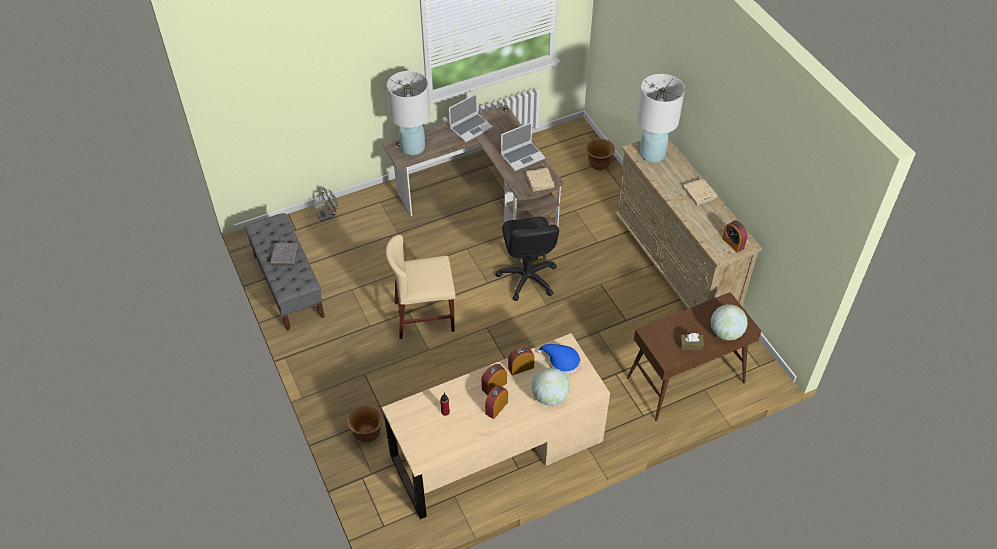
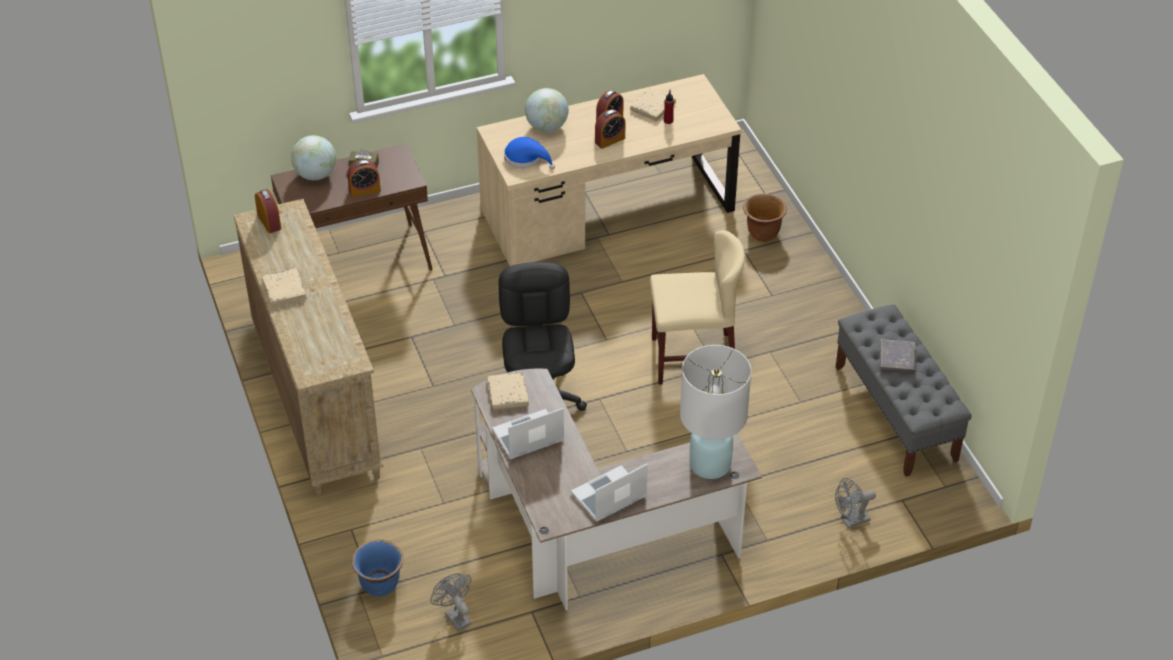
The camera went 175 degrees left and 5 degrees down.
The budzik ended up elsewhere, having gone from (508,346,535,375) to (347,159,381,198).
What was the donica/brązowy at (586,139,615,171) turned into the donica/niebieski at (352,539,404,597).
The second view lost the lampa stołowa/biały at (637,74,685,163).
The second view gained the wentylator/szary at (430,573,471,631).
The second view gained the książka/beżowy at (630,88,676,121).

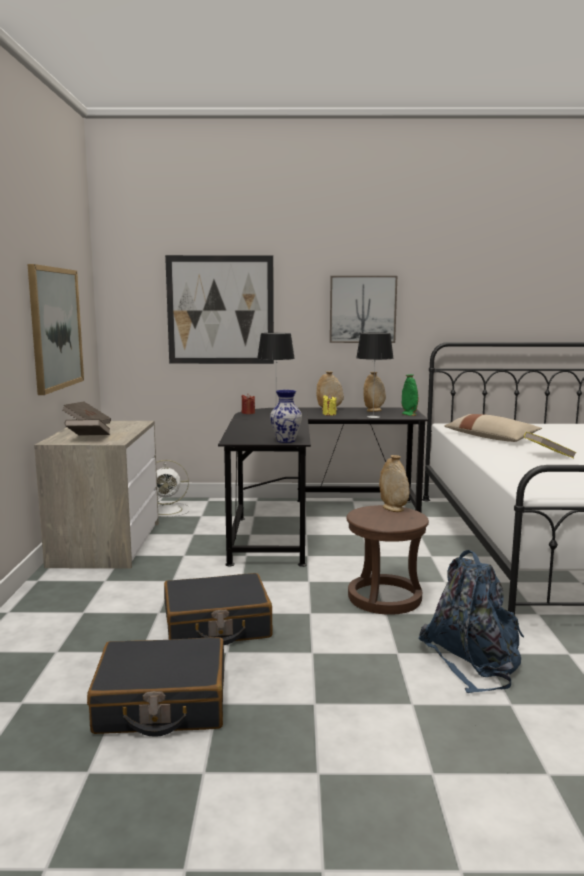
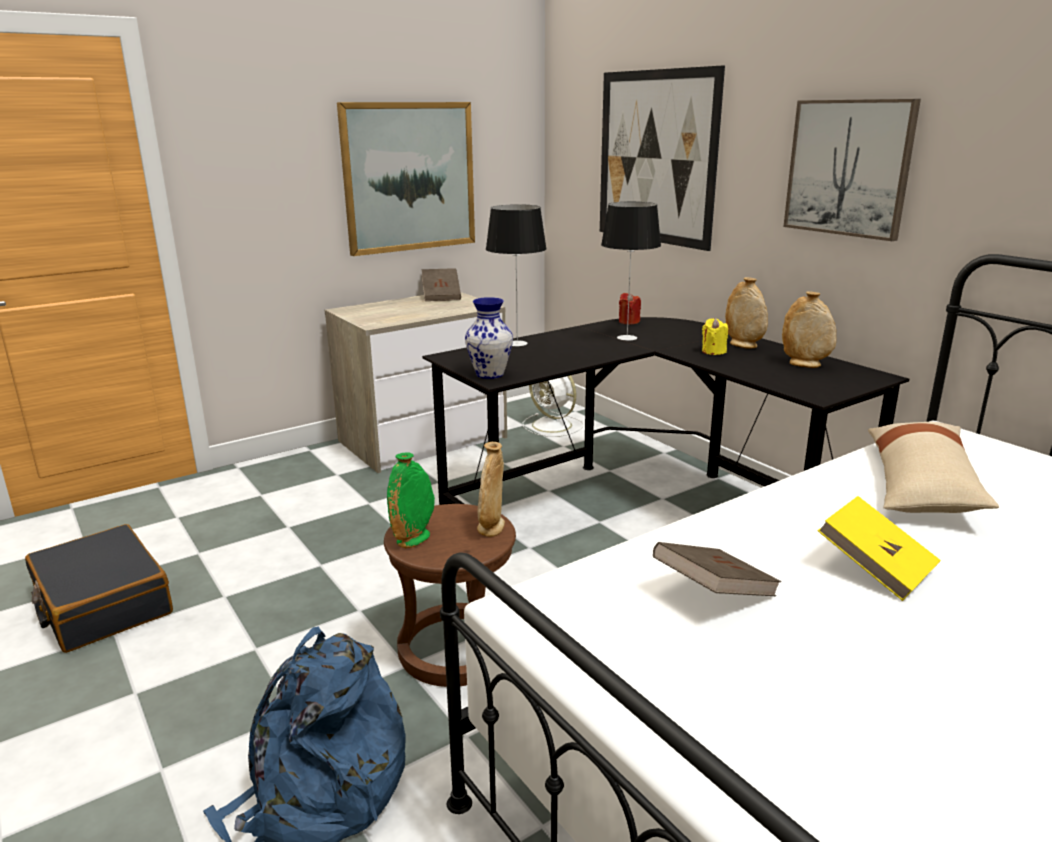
The camera went 55 degrees right and 10 degrees up.
The książka/brązowy ended up elsewhere, having gone from (65,419,110,436) to (653,542,781,596).
The second view lost the walizka/czarny at (164,573,273,645).
The lampa stołowa ended up elsewhere, having gone from (356,333,393,418) to (486,204,547,346).
The wazon/zielony ended up elsewhere, having gone from (402,374,418,416) to (387,452,435,548).

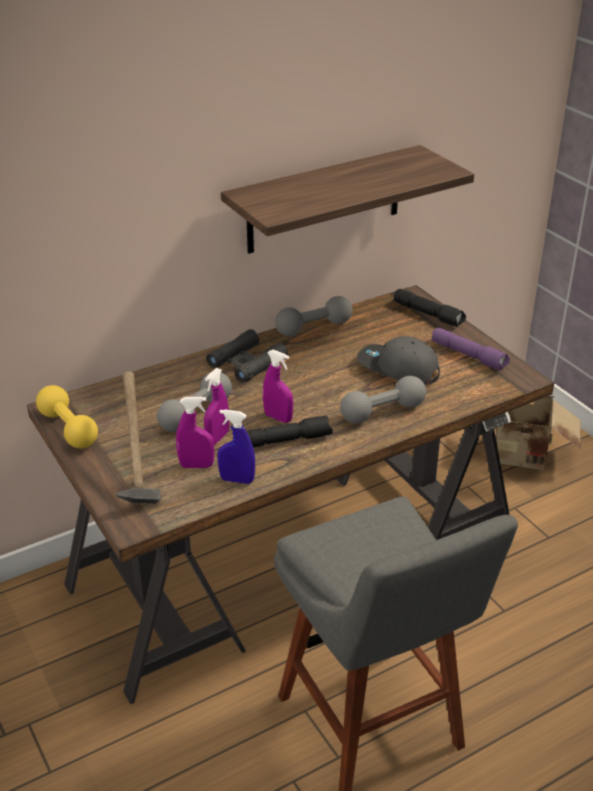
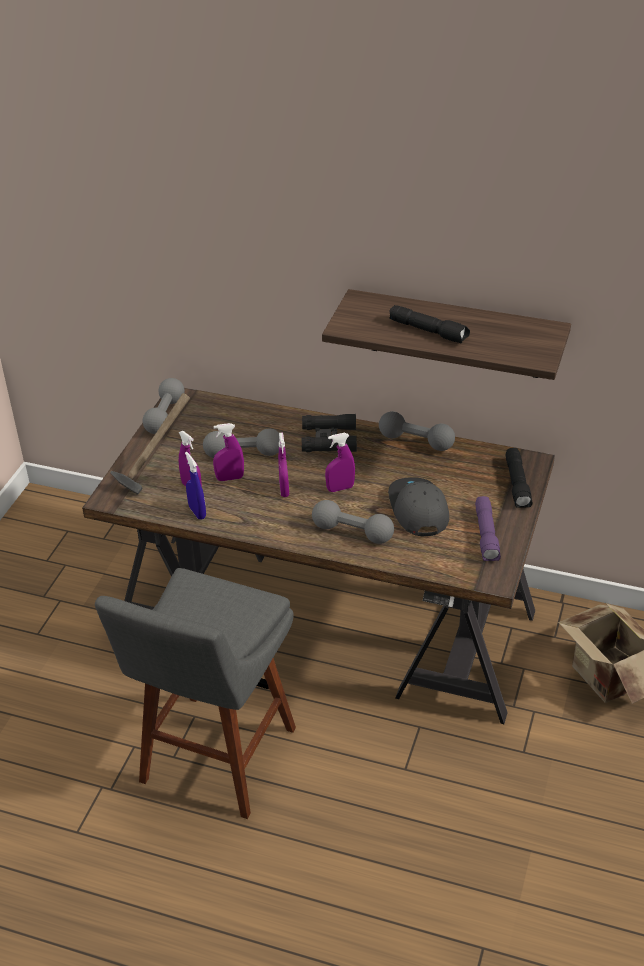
The camera went 50 degrees right and 5 degrees up.
What was the hantel/żółty at (36,385,98,449) turned into the hantel/szary at (143,378,185,434).
The latarka/czarny ended up elsewhere, having gone from (246,416,333,448) to (389,305,470,343).
The second view gained the spryskiwacz/fioletowy at (325,433,355,492).

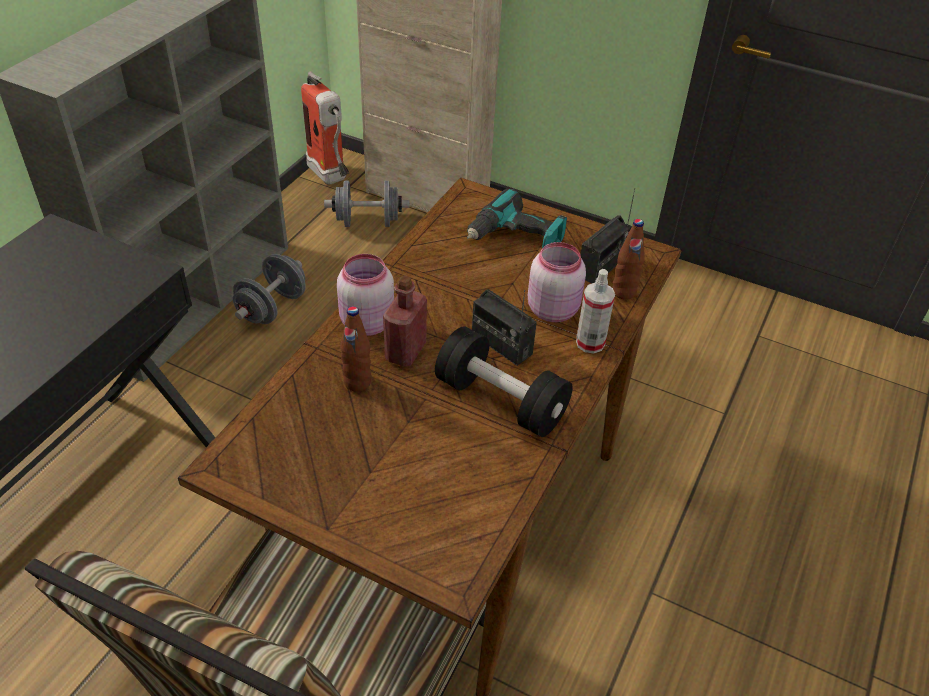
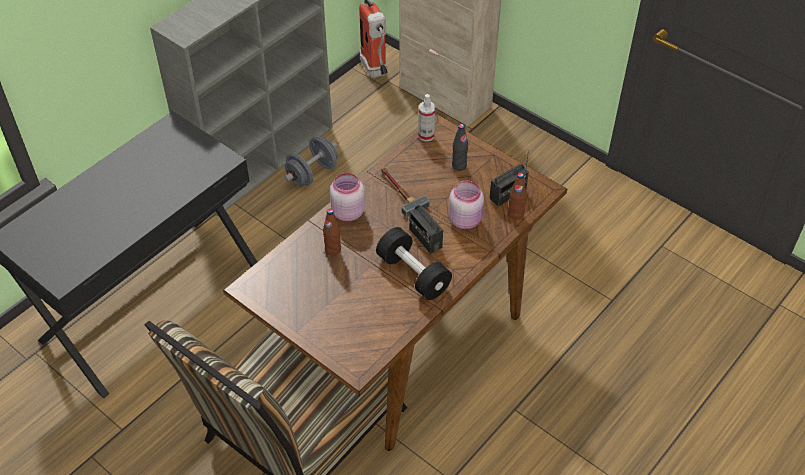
The camera went 15 degrees right and 5 degrees up.
The second view lost the hantel/szary at (324,181,410,227).
The second view lost the butelka/czerwony at (383,276,427,366).
Where the wiertarka stood at (467,189,567,248), the butelka/czarny came to stand at (452,124,468,171).
The spryskiwacz ended up elsewhere, having gone from (576,269,615,354) to (418,94,435,141).
The second view gained the młotek at (381,167,430,218).

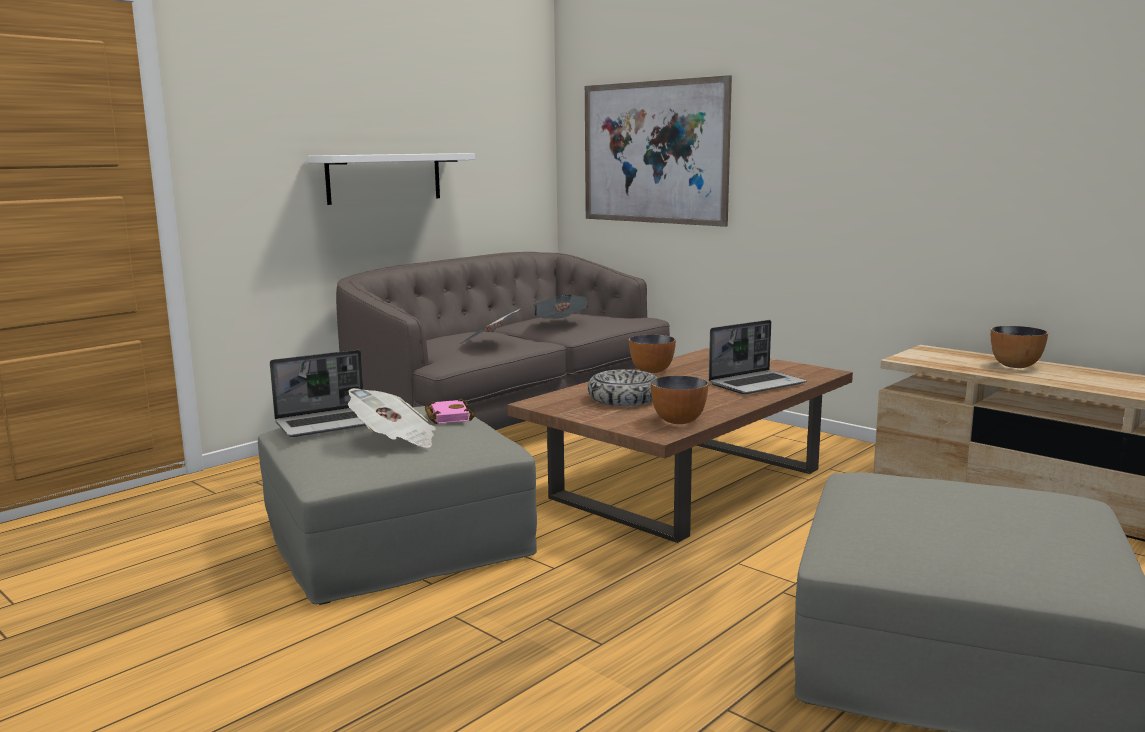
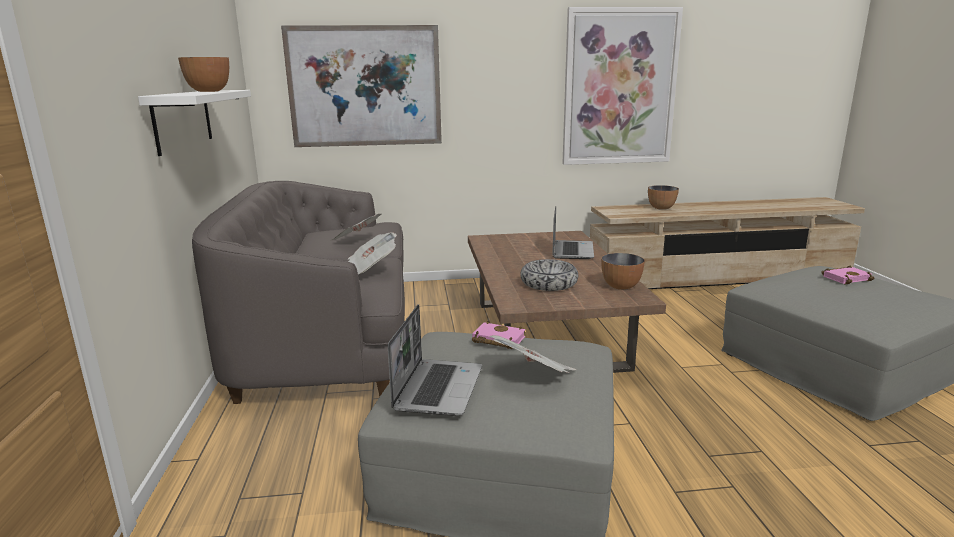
The camera went 50 degrees left and 5 degrees up.
The miska ended up elsewhere, having gone from (629,335,676,373) to (178,57,229,92).
The second view gained the obraz at (563,7,683,165).
The second view gained the książka/różowy at (821,266,875,284).

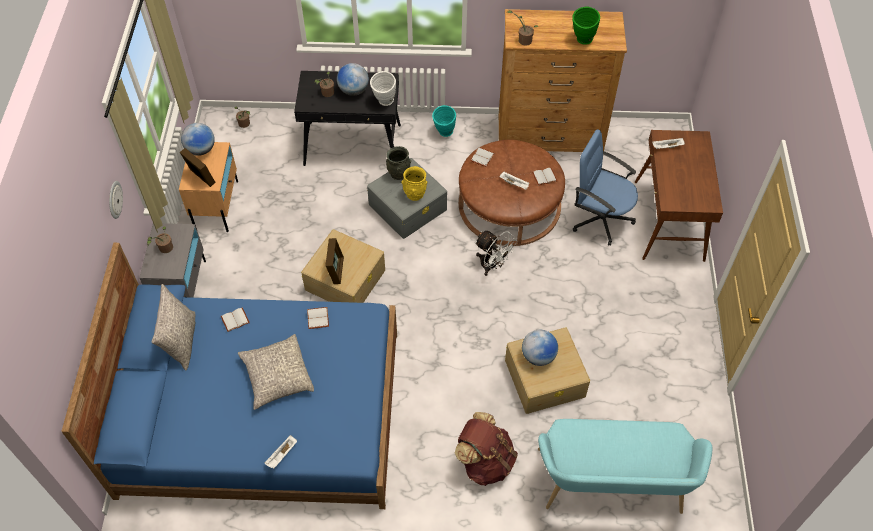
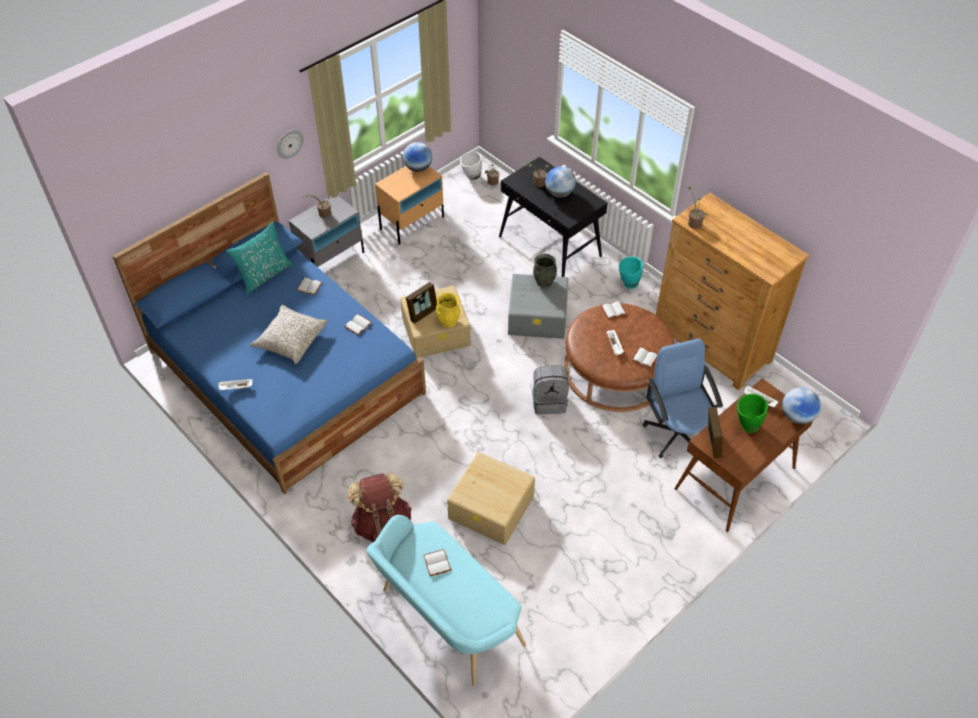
The camera went 45 degrees right and 5 degrees down.
What was the poduszka/szary at (152,284,195,371) turned into the poduszka/turkusowy at (226,221,292,294).
The ramka na zdjęcie ended up elsewhere, having gone from (180,148,216,187) to (708,407,723,458).
The wazon/biały ended up elsewhere, having gone from (370,71,396,106) to (460,151,482,182).
The wazon/żółty ended up elsewhere, having gone from (401,166,427,201) to (436,293,460,328).
Where the wentylator/biały stood at (475,231,517,276), the plecak/szary came to stand at (532,365,569,414).
The globus ended up elsewhere, having gone from (522,330,558,366) to (782,387,821,424).
The wazon/zielony ended up elsewhere, having gone from (572,6,600,45) to (737,394,768,433).
The second view gained the książka/biały at (423,549,451,577).

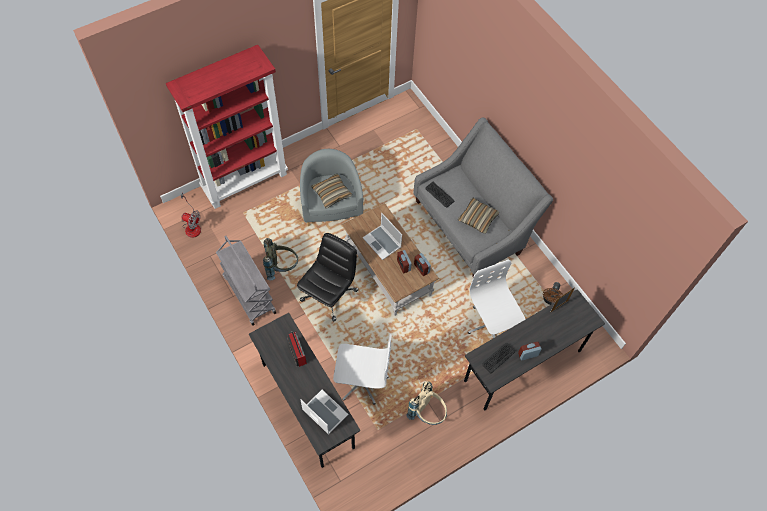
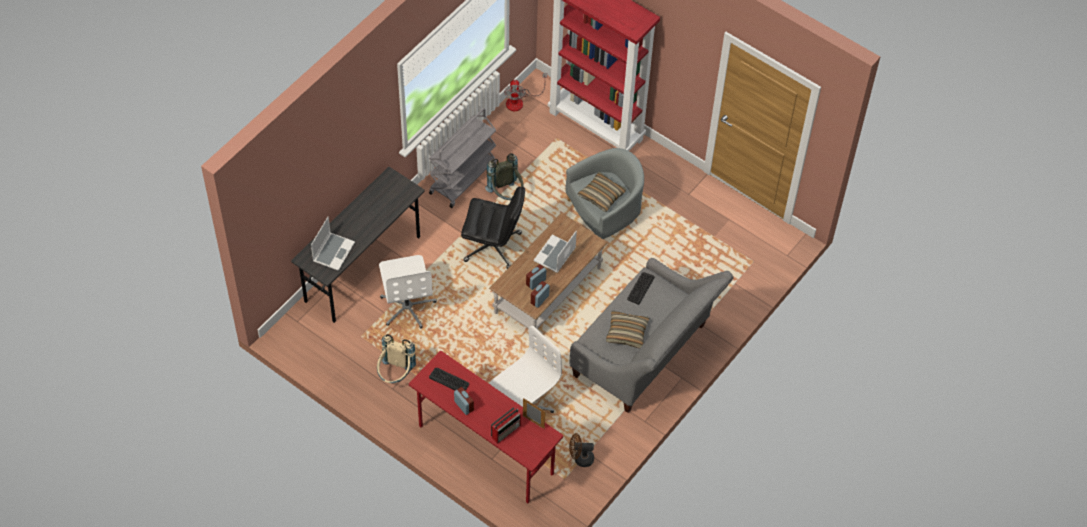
The camera went 70 degrees right and 5 degrees down.
The radio ended up elsewhere, having gone from (287,331,307,367) to (491,408,521,444).
What was the biurko/szary at (464,289,605,410) turned into the biurko/czerwony at (409,351,563,503).

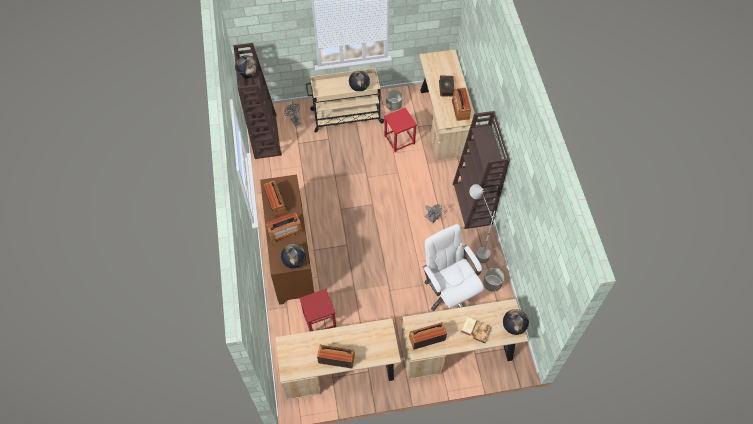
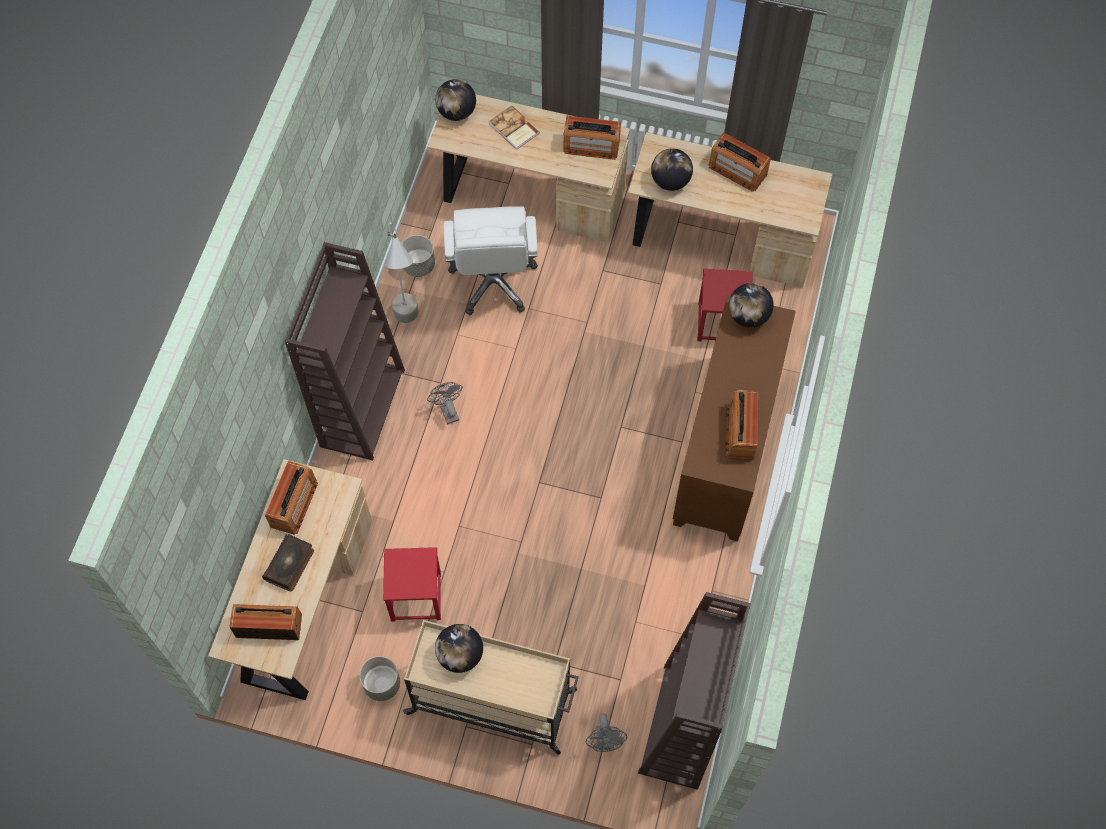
The camera went 155 degrees left and 5 degrees up.
The globus ended up elsewhere, having gone from (235,55,258,78) to (651,148,693,191).
The radio ended up elsewhere, having gone from (266,213,302,243) to (229,604,302,640).

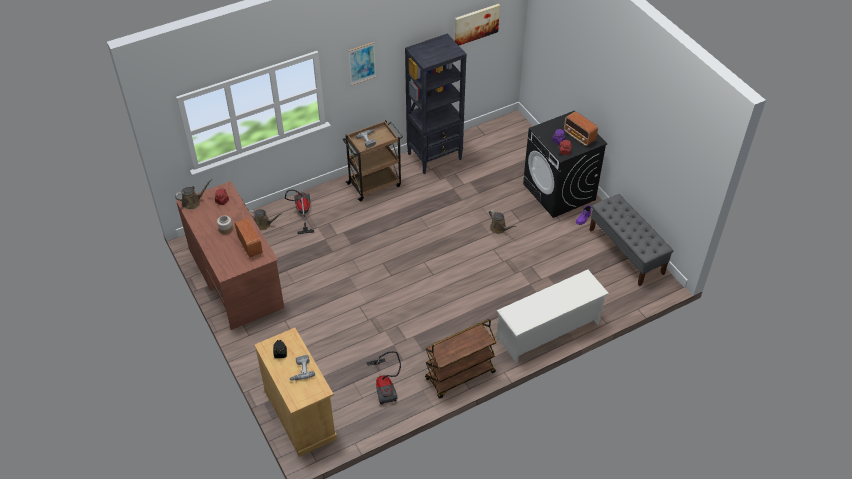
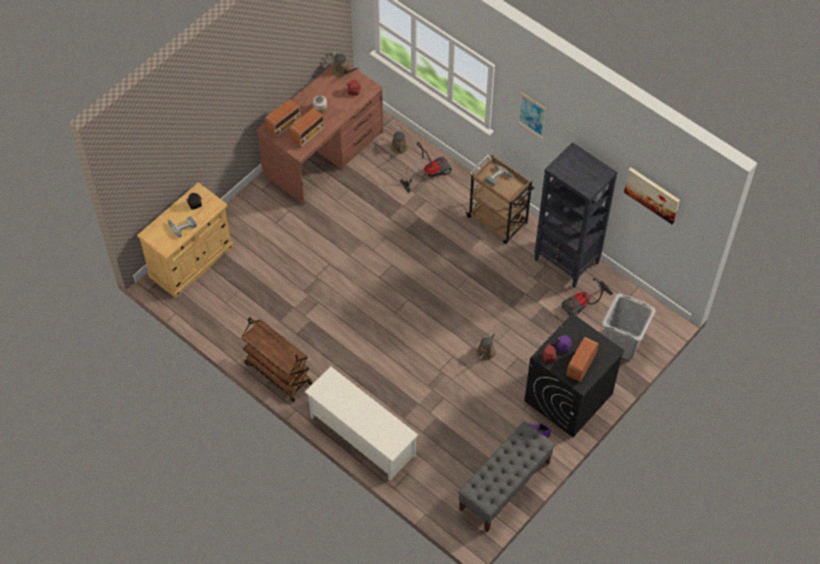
The camera went 70 degrees right and 10 degrees up.
The odkurzacz ended up elsewhere, having gone from (367,351,401,405) to (561,278,613,316).
The second view gained the radio at (265,99,301,137).
The second view gained the kosz na pranie/szary at (602,294,656,360).

